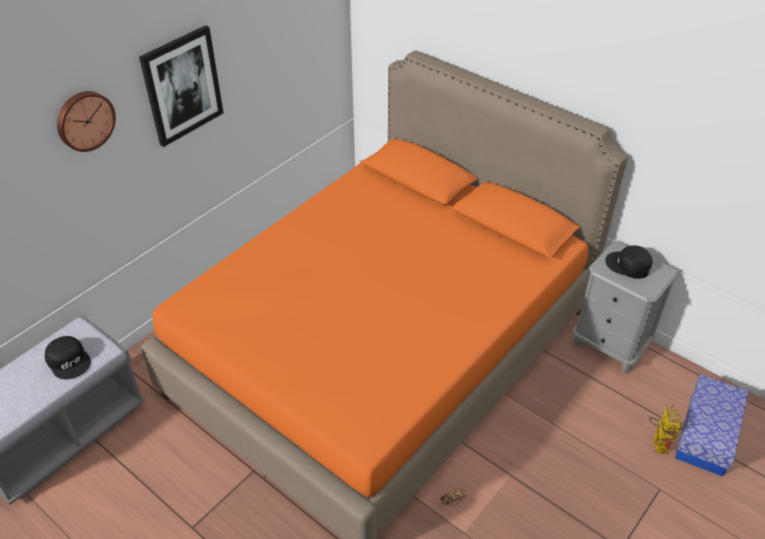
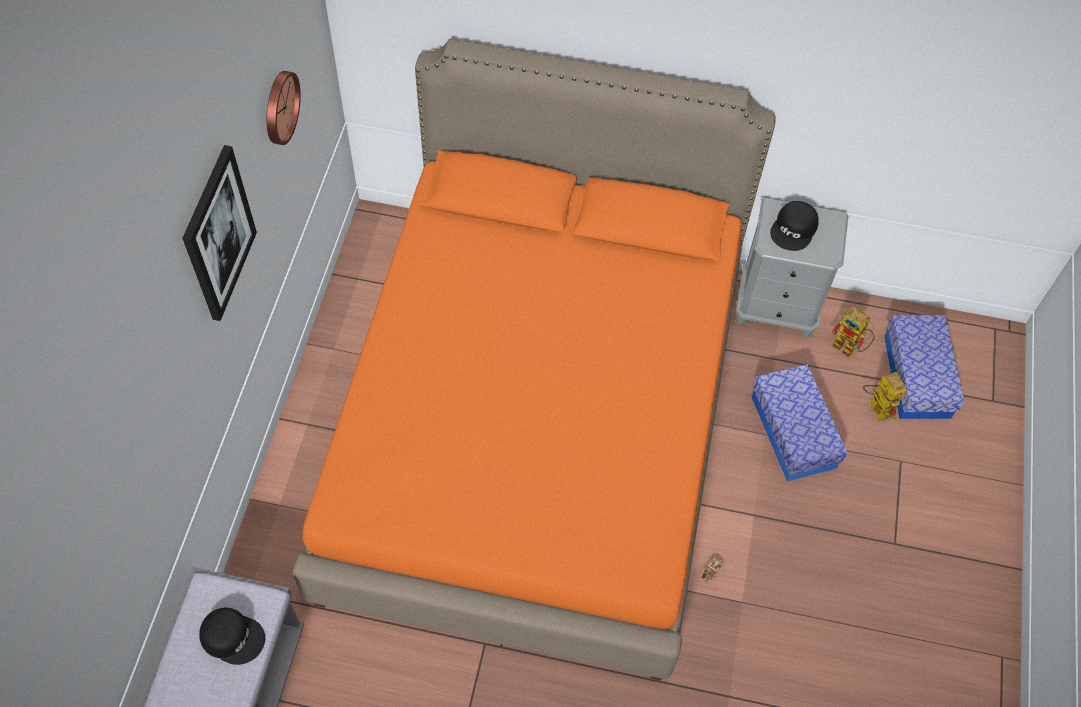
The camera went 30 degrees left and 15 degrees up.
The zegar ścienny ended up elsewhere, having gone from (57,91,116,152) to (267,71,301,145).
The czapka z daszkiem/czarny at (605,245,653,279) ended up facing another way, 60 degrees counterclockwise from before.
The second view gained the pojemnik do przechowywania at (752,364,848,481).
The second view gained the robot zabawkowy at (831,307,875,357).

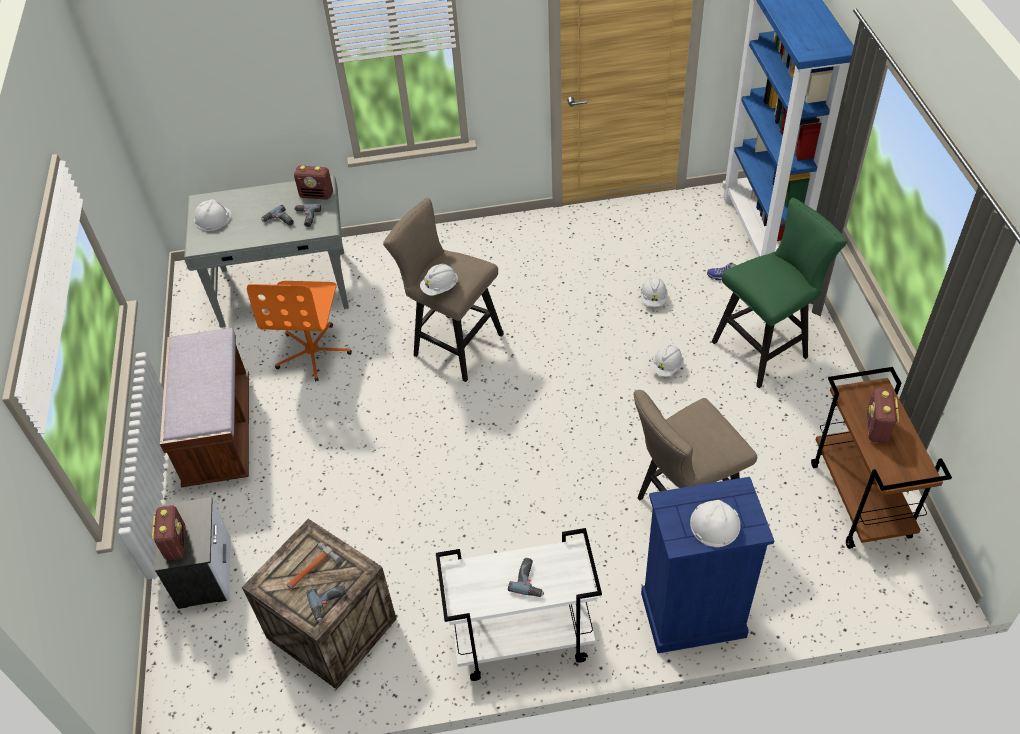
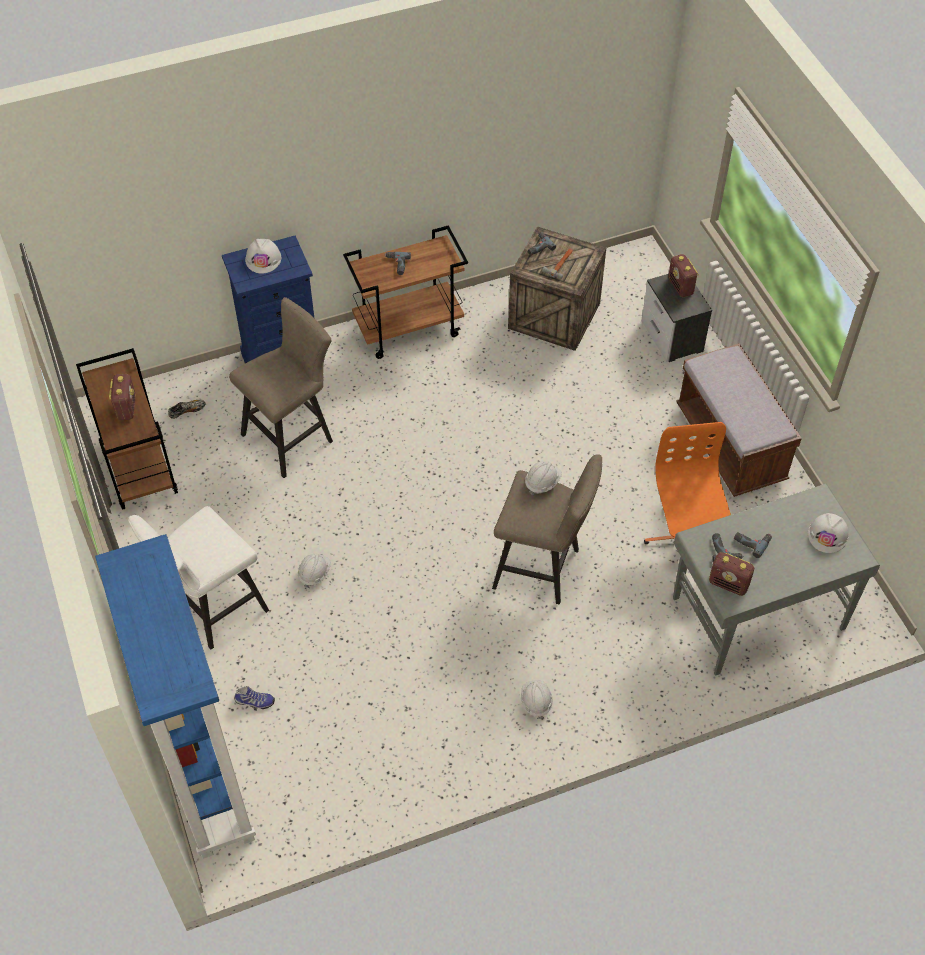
The camera went 165 degrees right and 5 degrees up.
The radio at (294,166,333,200) ended up facing another way, 150 degrees counterclockwise from before.
What was the wózek/biały at (436,528,602,681) turned into the wózek/brązowy at (343,225,468,359).
The kask/biały ended up elsewhere, having gone from (640,277,668,307) to (521,680,553,719).
What was the stołek/zielony at (712,198,847,388) turned into the stołek/biały at (128,506,269,650).
The second view gained the but at (168,400,205,419).

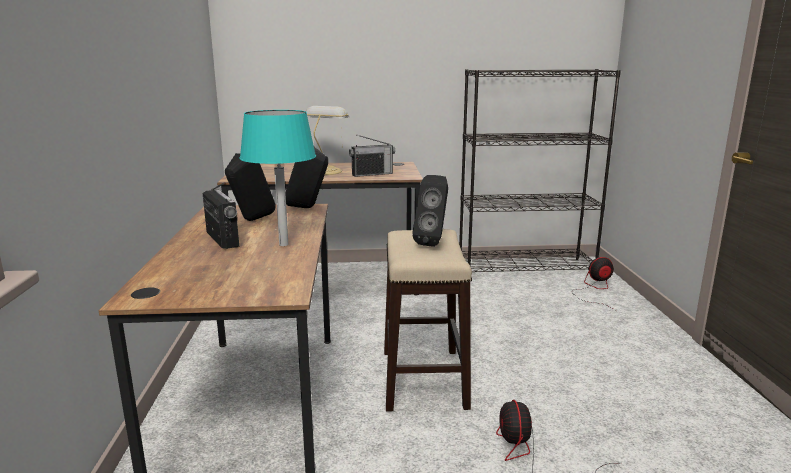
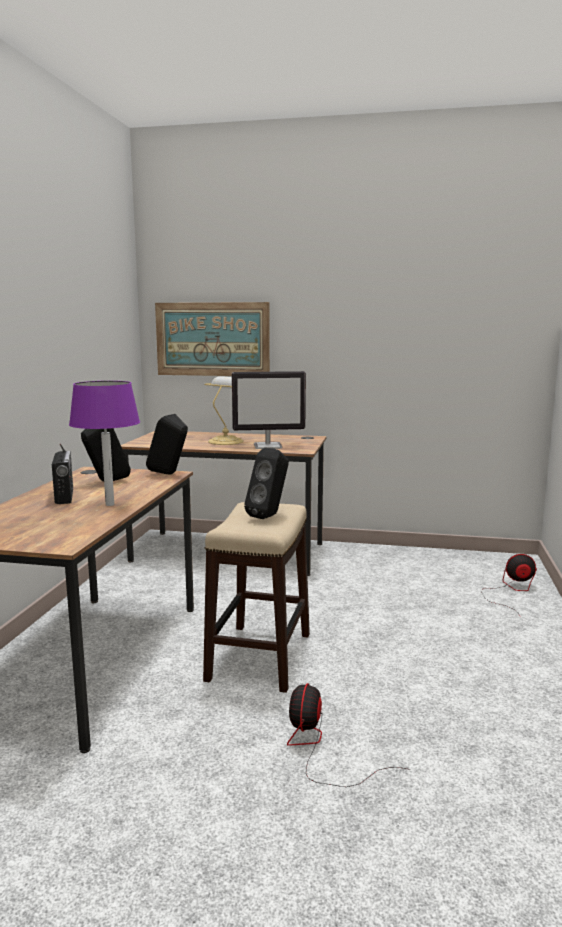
The camera went 15 degrees right and 5 degrees down.
What was the lampa stołowa/turkusowy at (240,110,316,246) turned into the lampa stołowa/fioletowy at (69,381,140,506).
Where the radio stood at (349,134,395,177), the monitor came to stand at (232,371,306,449).
The second view lost the regał/czarny at (459,69,621,272).
The second view gained the obraz at (155,302,270,376).

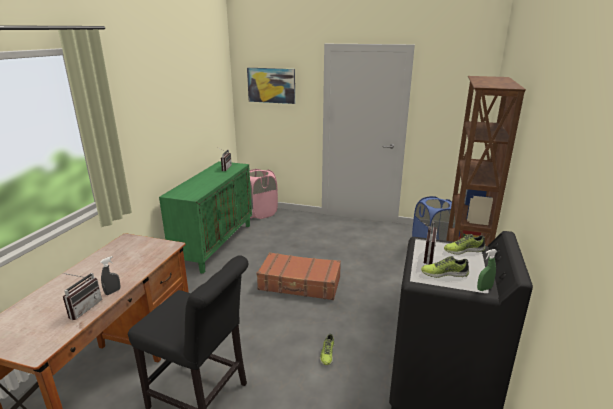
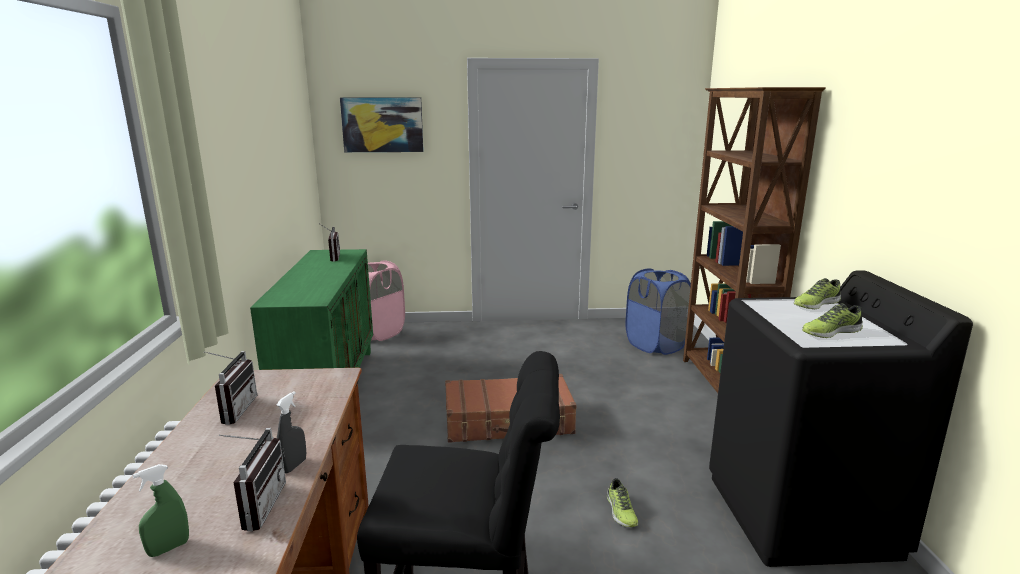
The camera went 20 degrees left and 5 degrees down.
The radio ended up elsewhere, having gone from (419,220,437,264) to (204,351,257,425).
The spryskiwacz/zielony ended up elsewhere, having gone from (477,249,497,291) to (133,464,189,557).

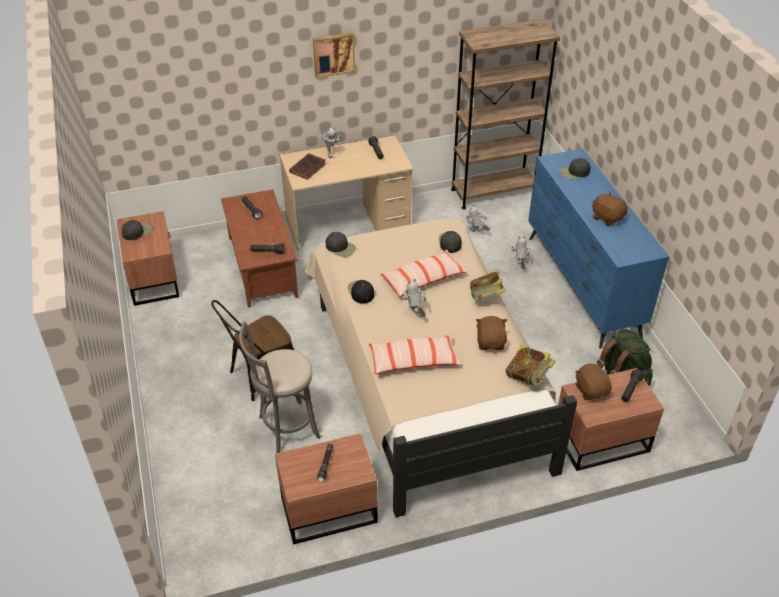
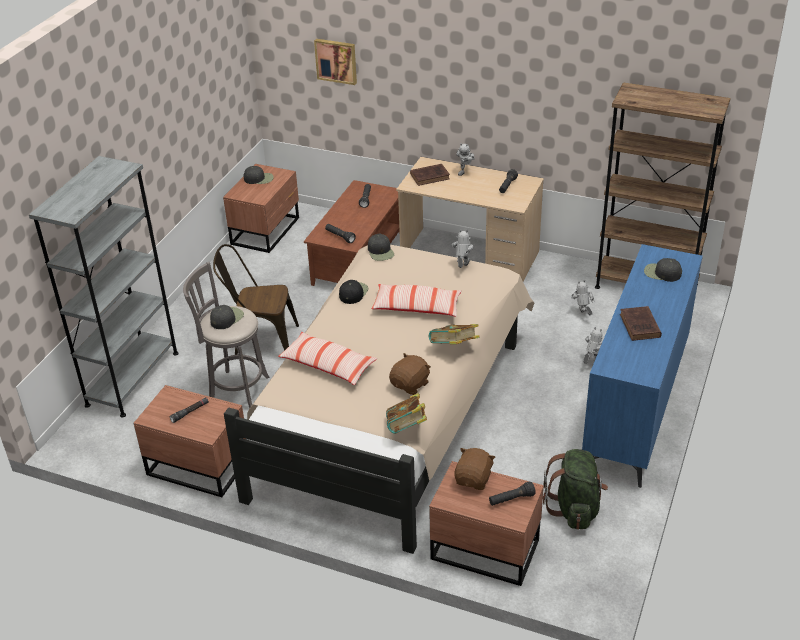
The camera went 40 degrees right and 5 degrees down.
The obraz ended up elsewhere, having gone from (313,33,355,78) to (314,39,357,85).
The robot zabawkowy ended up elsewhere, having gone from (402,279,427,317) to (452,229,473,268).
The czapka z daszkiem/czarny ended up elsewhere, having gone from (439,231,462,253) to (210,305,244,329).
Where the pluszak/brązowy stood at (592,192,628,226), the książka/brązowy came to stand at (620,306,662,341).
The second view gained the regał/szary at (29,156,179,418).

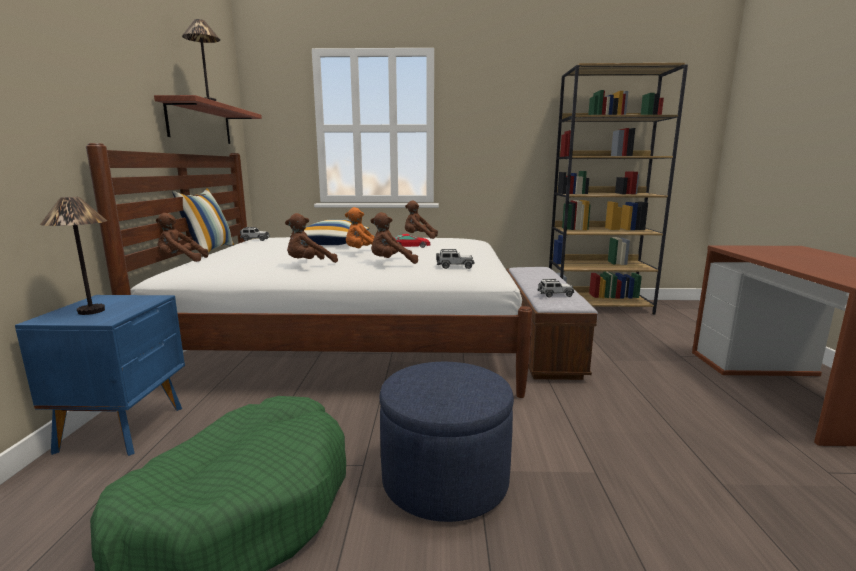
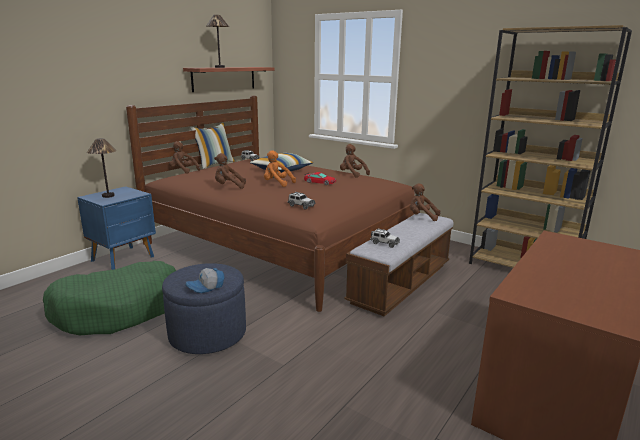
The camera went 35 degrees right and 5 degrees up.
What was the łóżko/biały at (86,143,532,398) turned into the łóżko/brązowy at (126,96,415,312).
The pluszak/brązowy ended up elsewhere, having gone from (370,212,418,264) to (410,183,441,221).
The second view gained the czapka z daszkiem at (185,268,225,293).

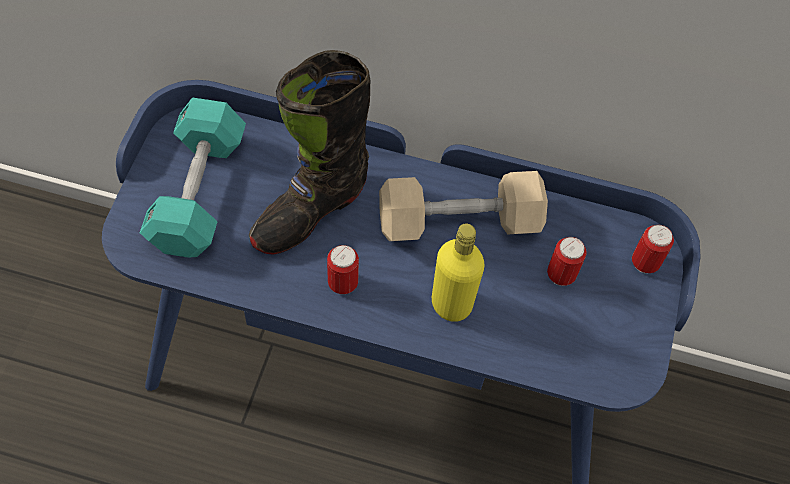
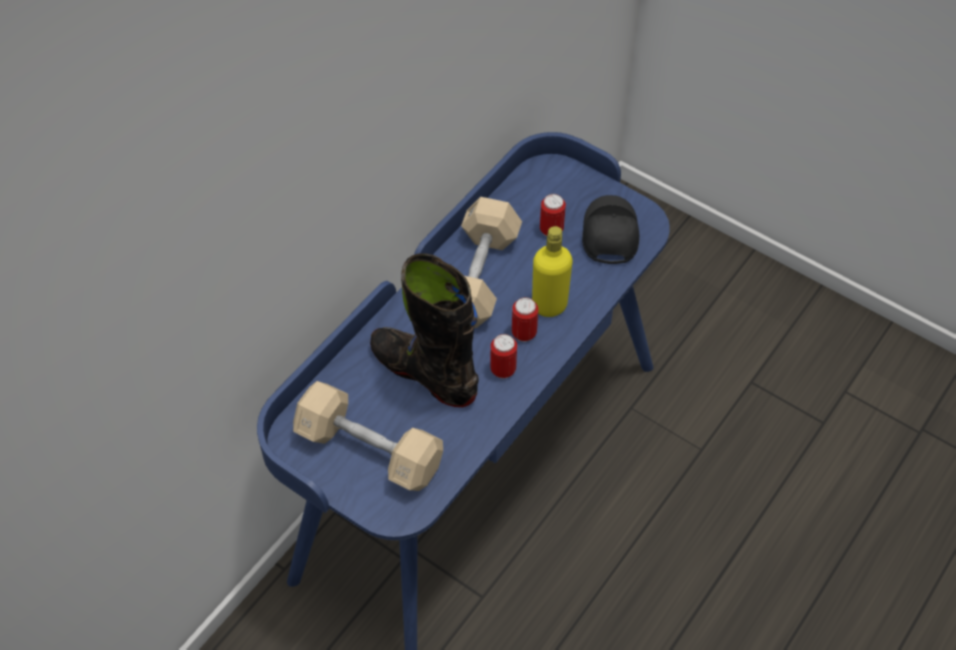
The camera went 65 degrees left and 5 degrees down.
What was the hantel/turkusowy at (140,97,246,258) turned into the hantel/beżowy at (293,381,443,491).
The but z cholewką/czarny at (249,50,371,254) ended up facing another way, 150 degrees clockwise from before.
The puszka ended up elsewhere, having gone from (632,225,674,273) to (512,297,538,342).
The second view gained the czapka z daszkiem/czarny at (582,195,639,264).

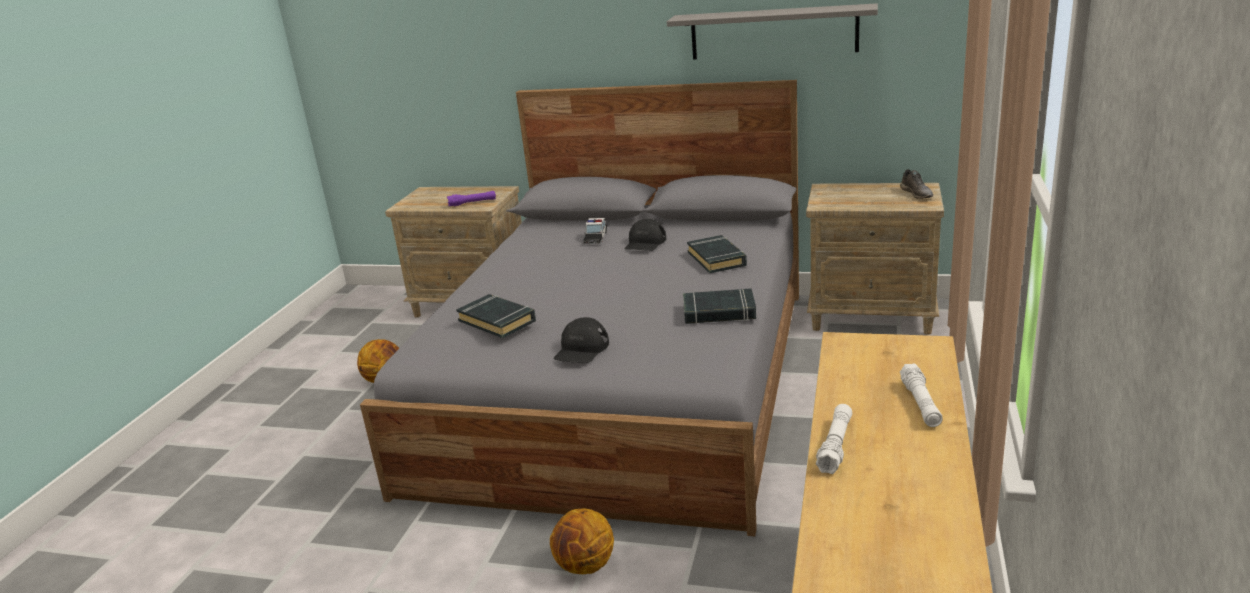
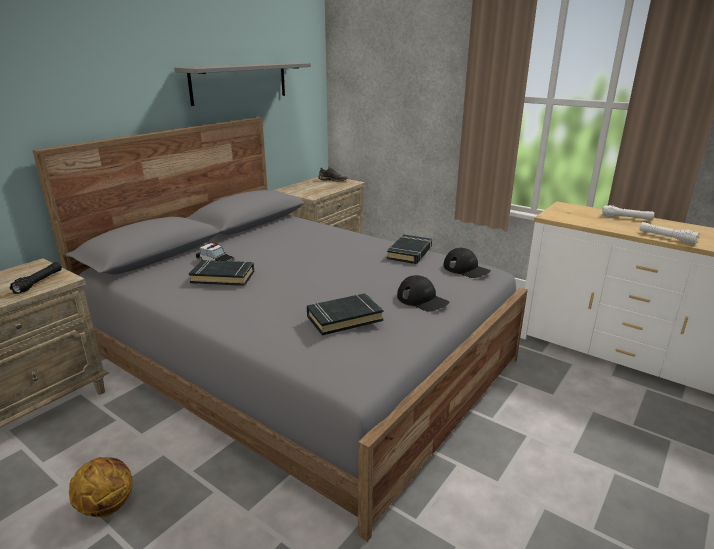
The camera went 70 degrees left and 0 degrees up.
What was the latarka/fioletowy at (447,191,496,207) turned into the latarka/czarny at (10,262,62,294).
The second view lost the piłka do koszykówki at (550,509,614,574).
The czapka z daszkiem/czarny ended up elsewhere, having gone from (625,219,666,251) to (443,248,491,278).
The książka/czarny ended up elsewhere, having gone from (687,235,747,273) to (189,260,254,286).

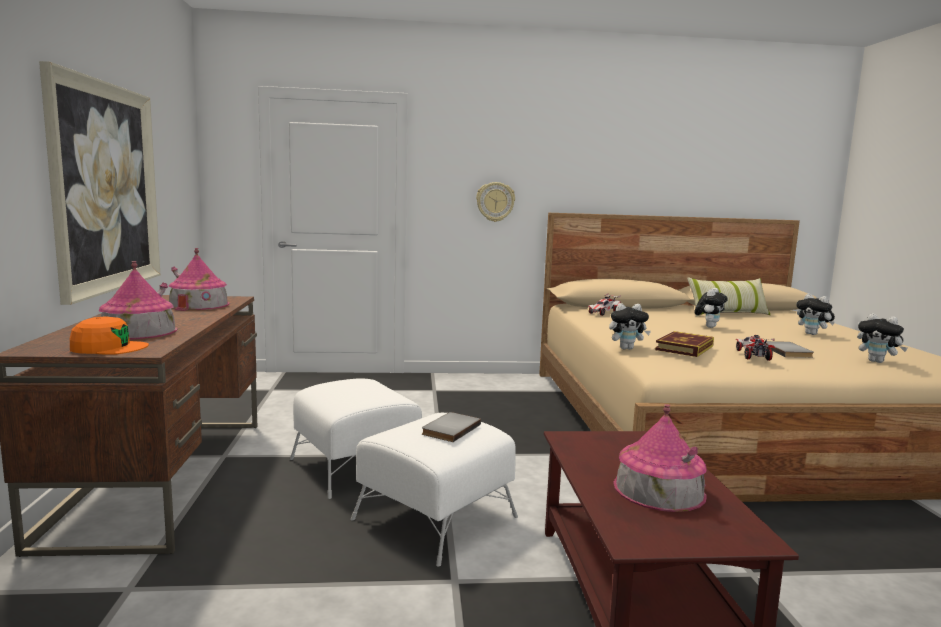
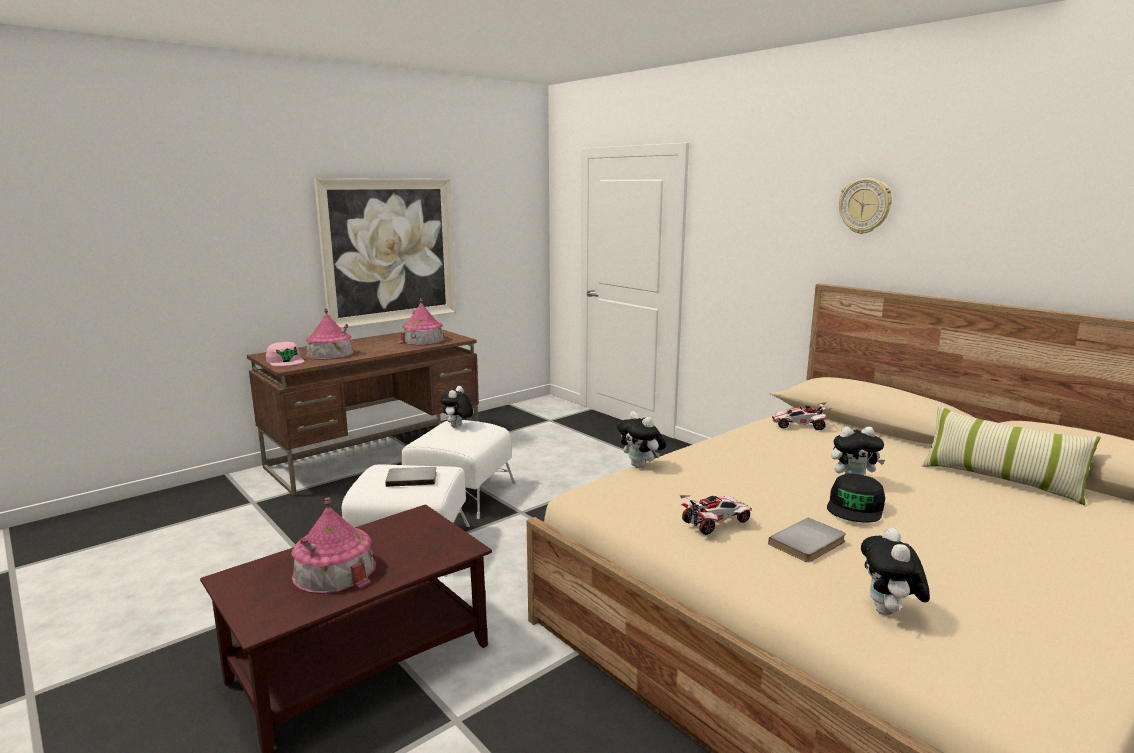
The camera went 55 degrees right and 5 degrees up.
What was the czapka z daszkiem/pomarańczowy at (70,317,149,355) turned into the czapka z daszkiem/różowy at (266,342,305,366).
The zegar ścienny ended up elsewhere, having gone from (476,182,515,222) to (839,178,892,234).
The second view lost the książka at (655,331,714,357).
The pluszak ended up elsewhere, having gone from (796,294,835,335) to (440,386,473,427).
The second view gained the czapka z daszkiem/czarny at (827,473,885,523).

